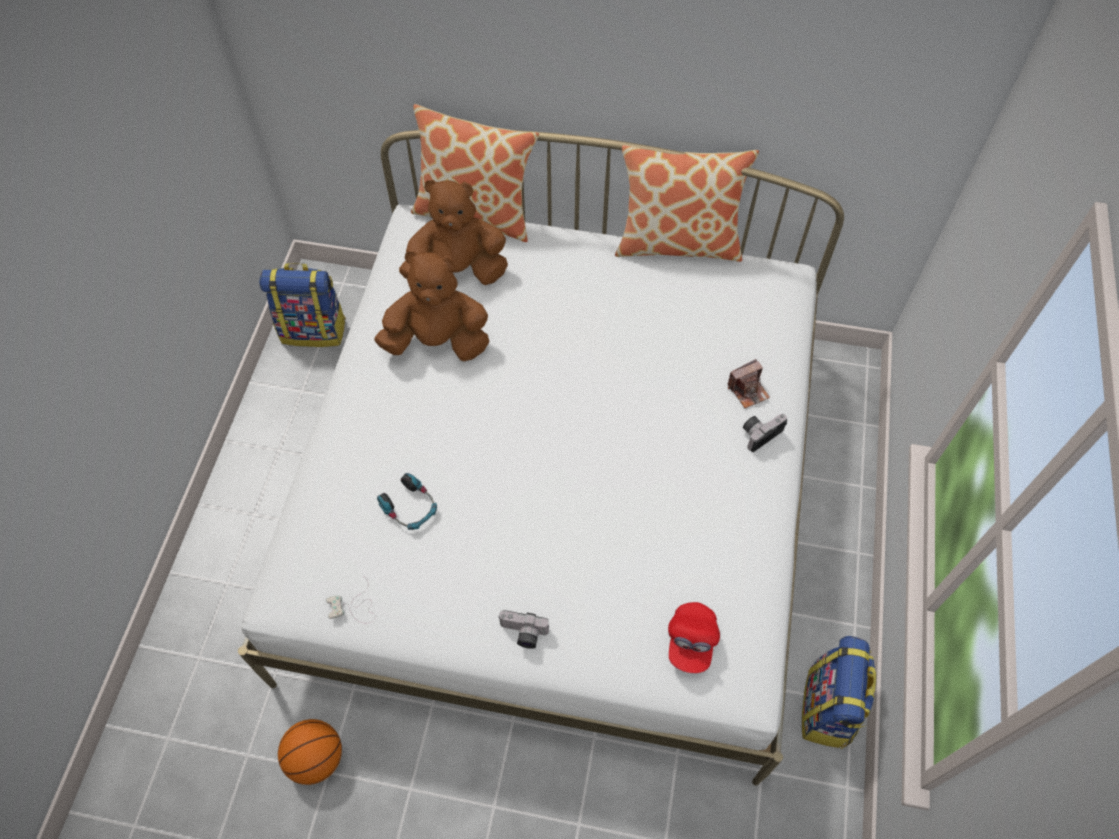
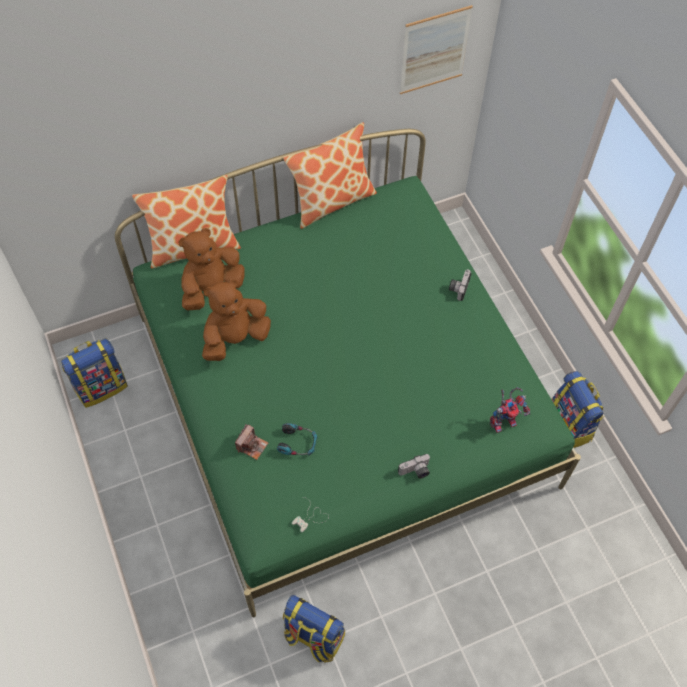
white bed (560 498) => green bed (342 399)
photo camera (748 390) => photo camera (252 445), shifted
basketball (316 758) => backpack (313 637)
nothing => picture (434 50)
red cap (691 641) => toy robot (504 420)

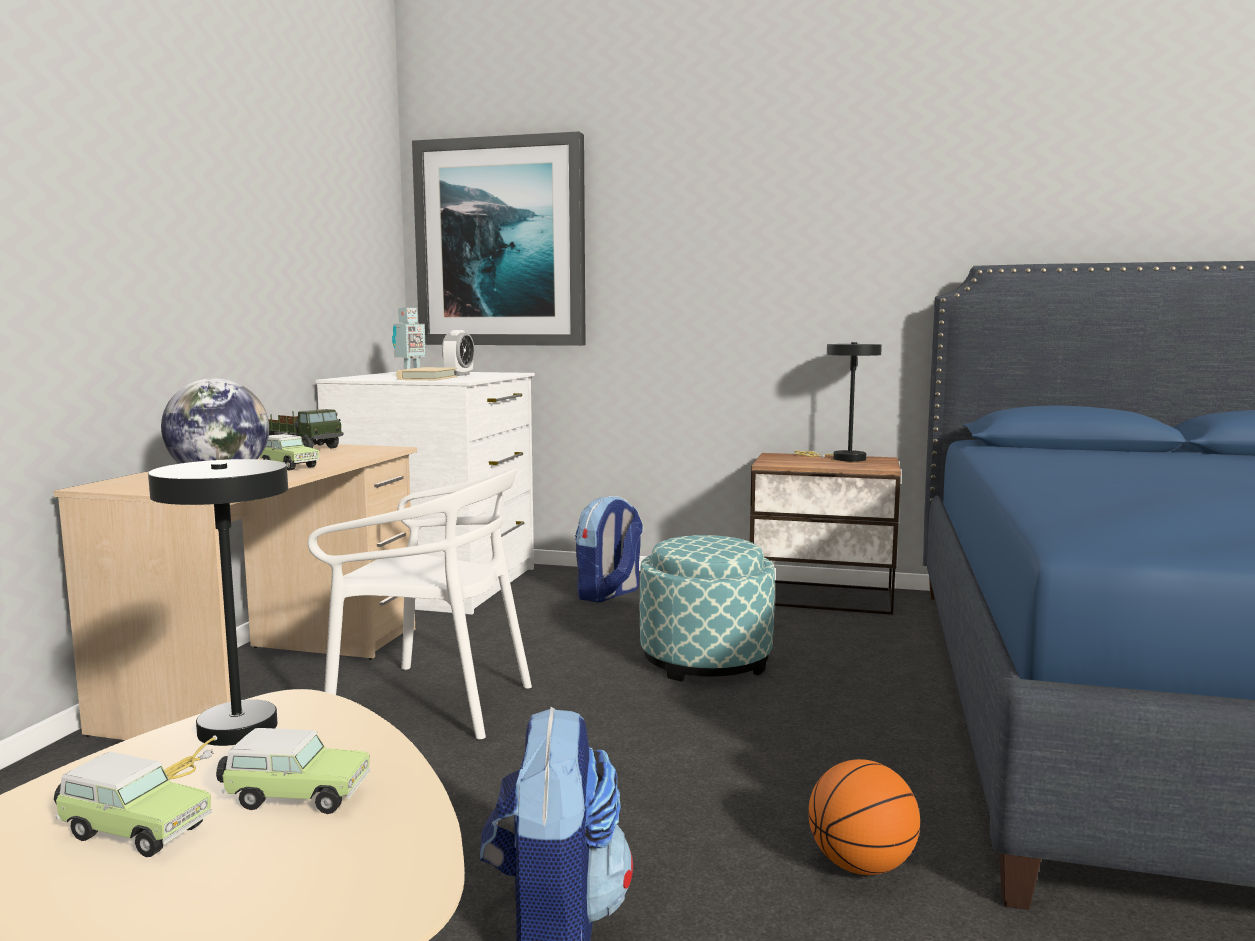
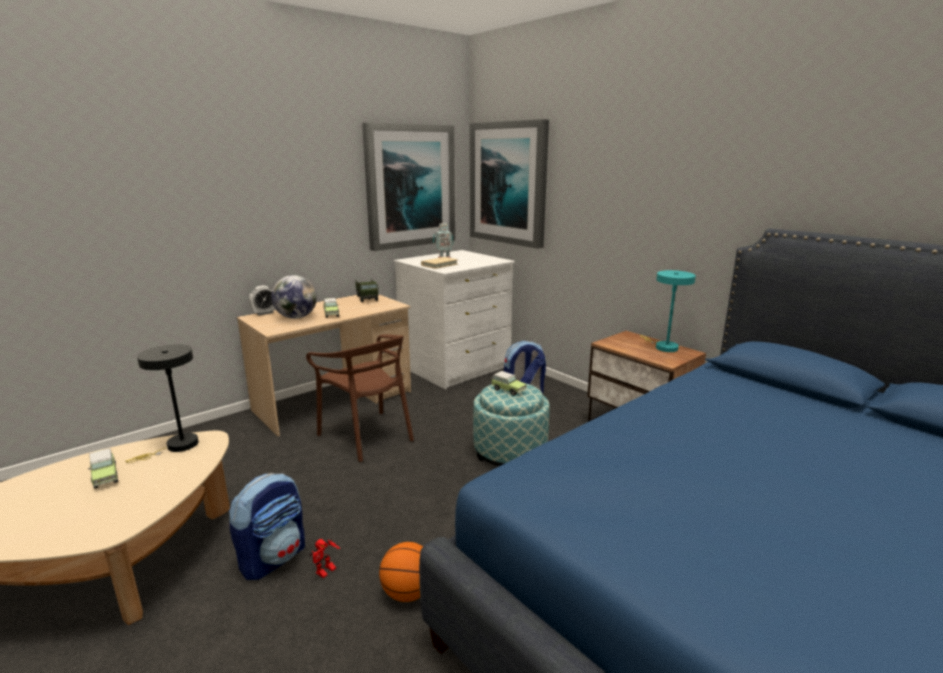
alarm clock (459 375) => alarm clock (265 313), shifted
white chair (432 703) => brown chair (367 436)
nothing => toy robot (326 572)
nothing => picture (410 186)
toy car (294 797) => toy car (507 390), shifted
black table lamp (842 458) => turquoise table lamp (663 347)

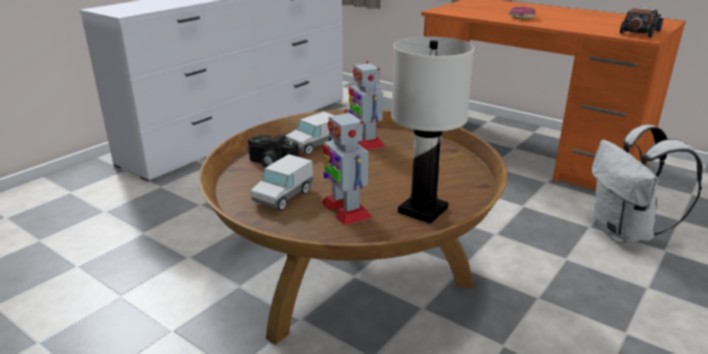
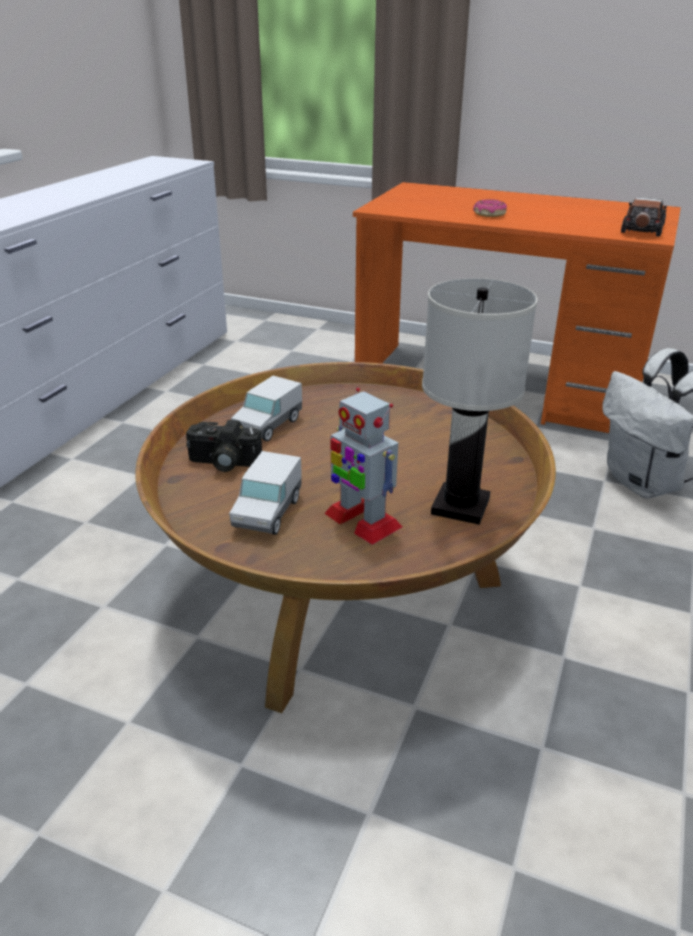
toy robot (365 141) => nothing

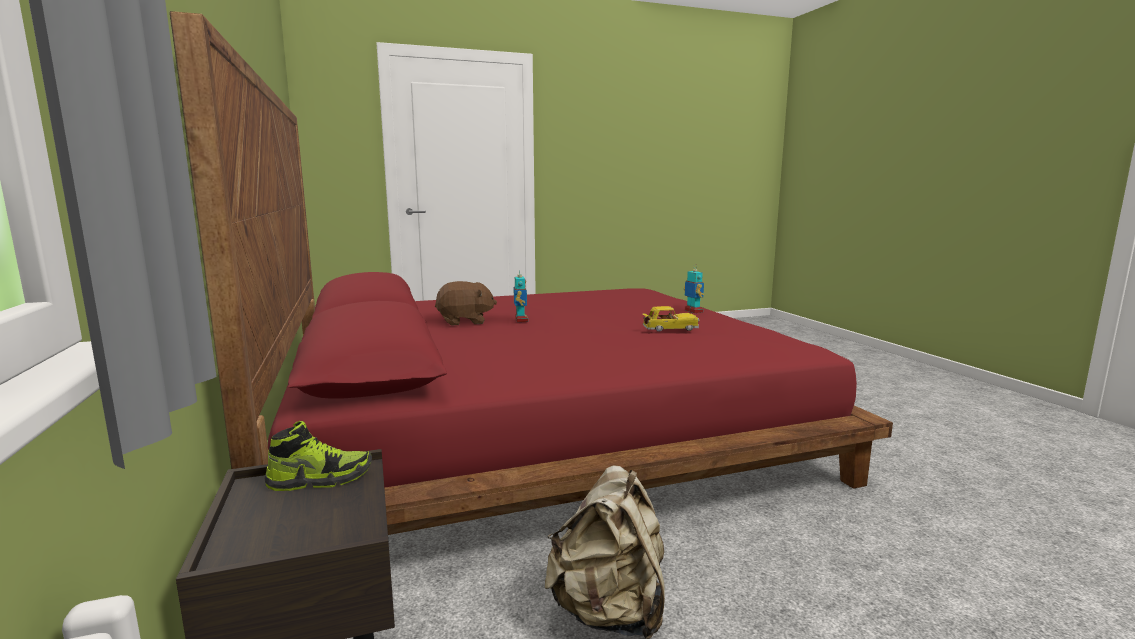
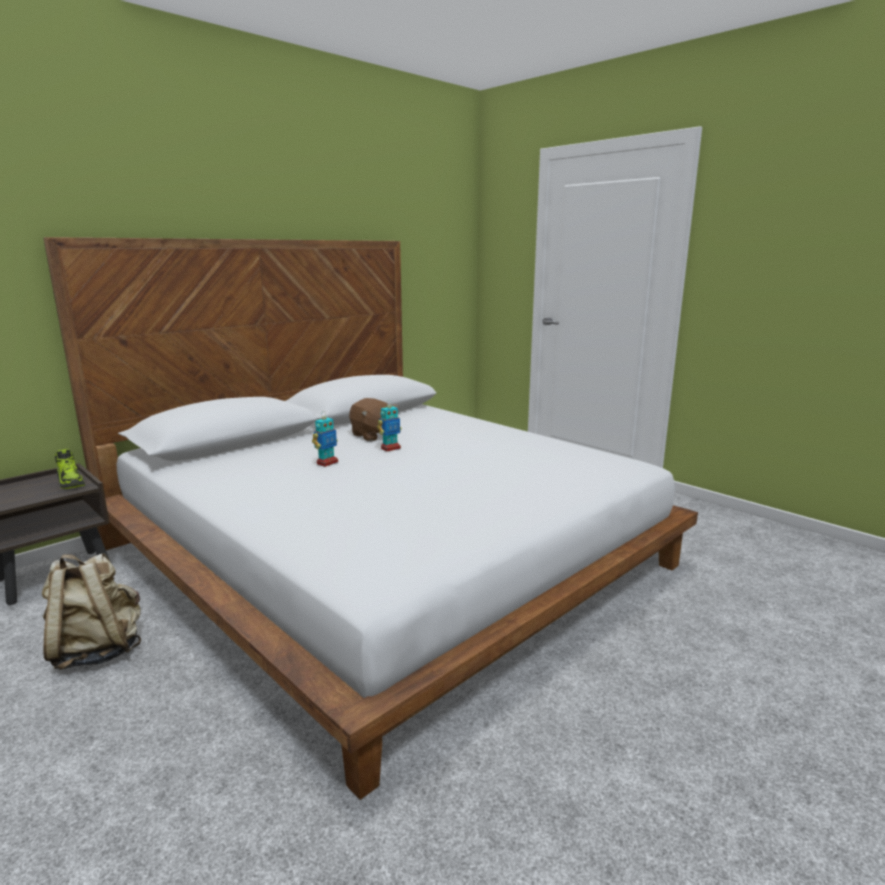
red bed (539 429) => white bed (386 555)
toy robot (693 311) => toy robot (327 463), shifted
toy car (669 329) => nothing

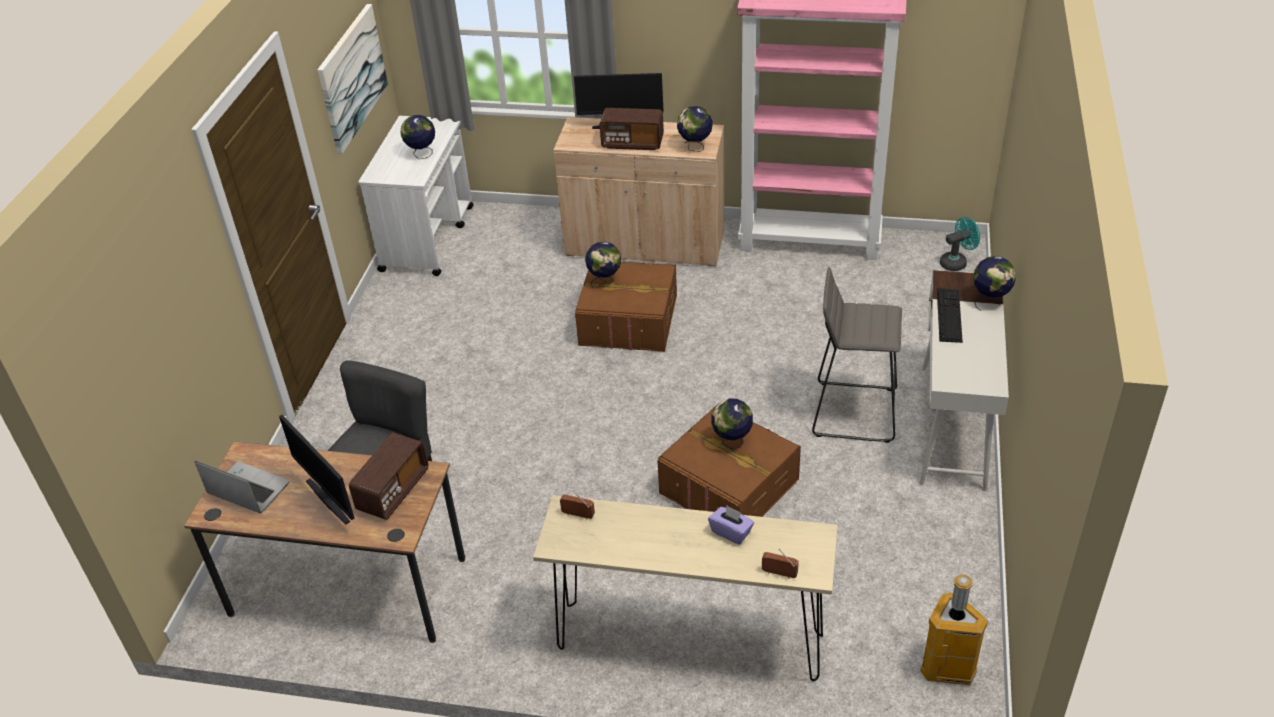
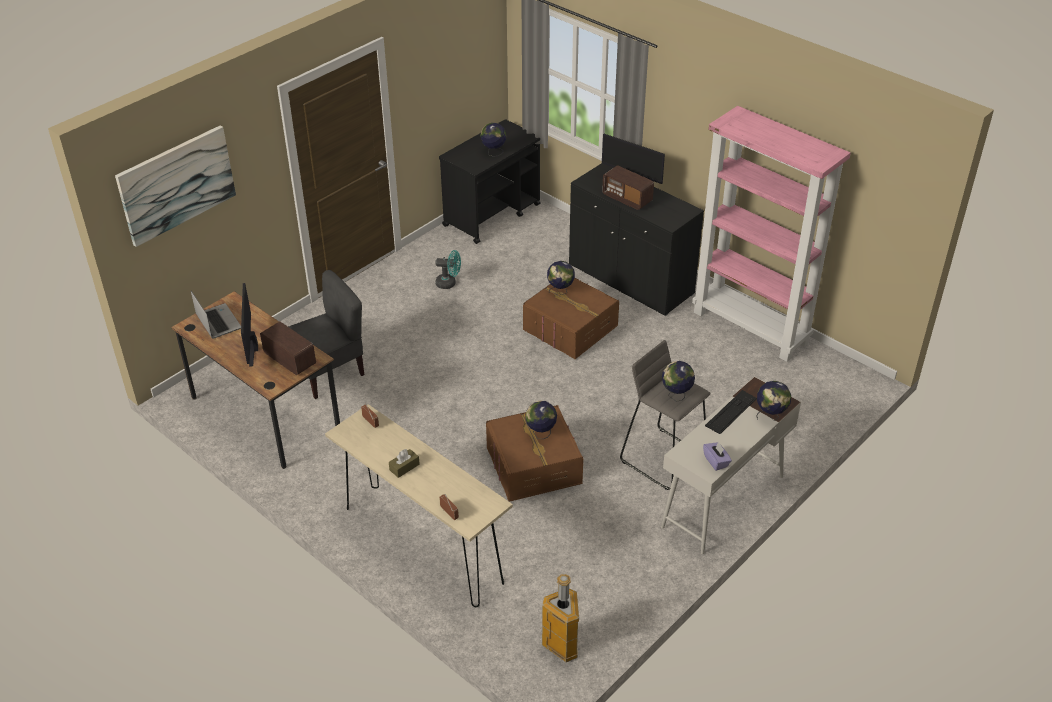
picture (352 77) => picture (176 184), shifted
radio (393 491) => radio (289 360), 105 degrees counterclockwise
nothing => brown tissue box (404 467)
turquoise fan (956 262) => turquoise fan (449 283), shifted
white cart (428 238) => black cart (492 215)
beige cabinet (645 245) => black cabinet (630 280)
globe (695 148) => globe (676 396), shifted
purple tissue box (731 532) => purple tissue box (716 461), shifted

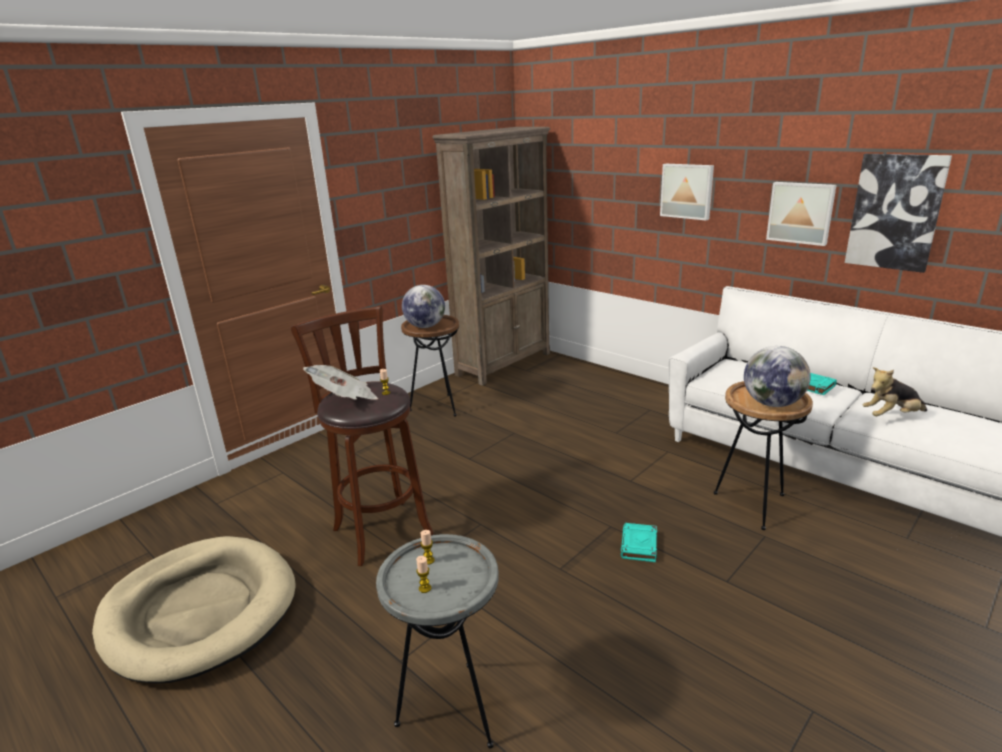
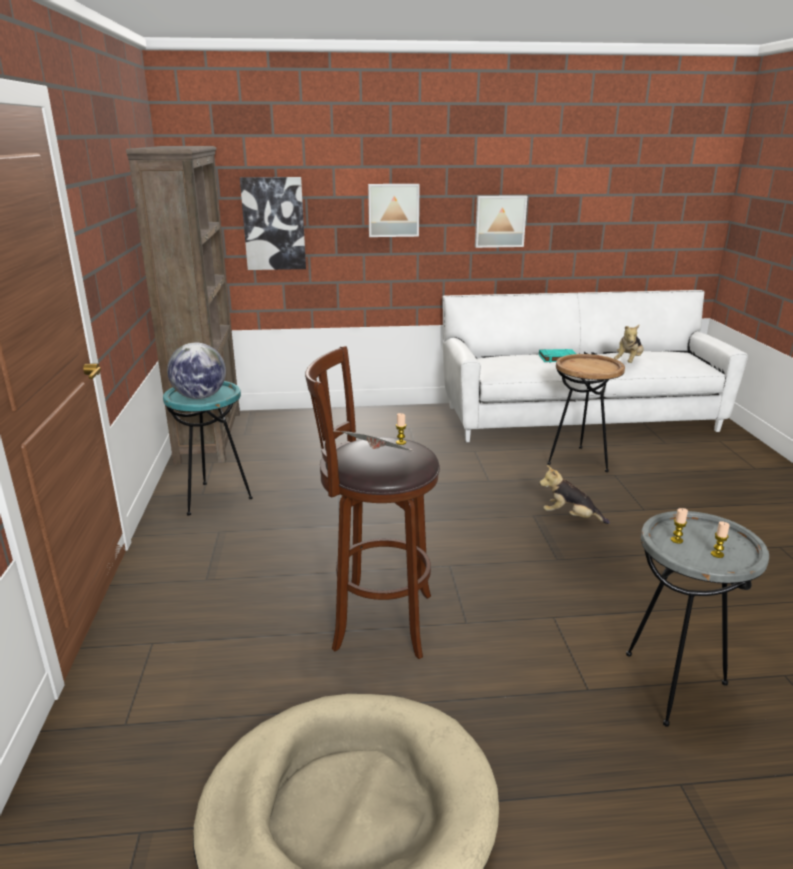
brown side table (437 407) => turquoise side table (215 498)
picture (895 212) => picture (274 224), shifted
turquoise book (639 545) => plush toy (570 517)
globe (772 403) => nothing

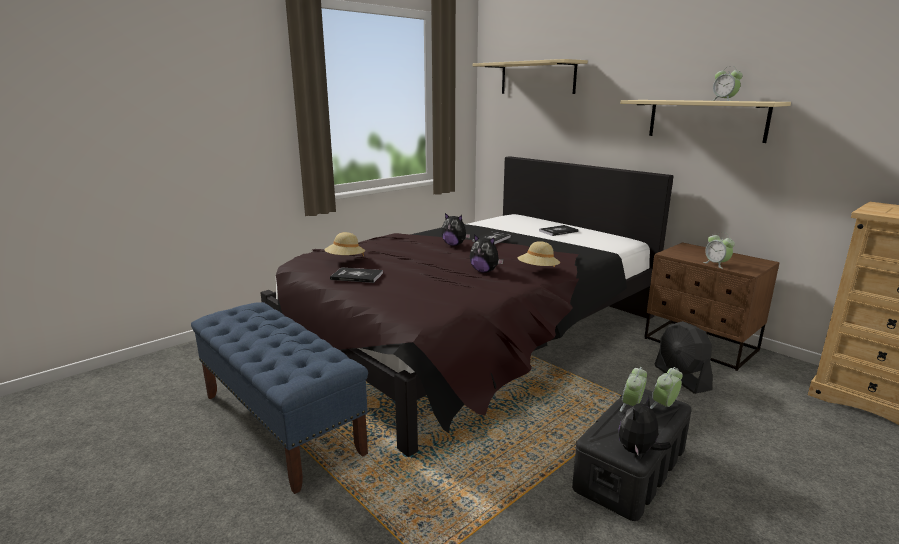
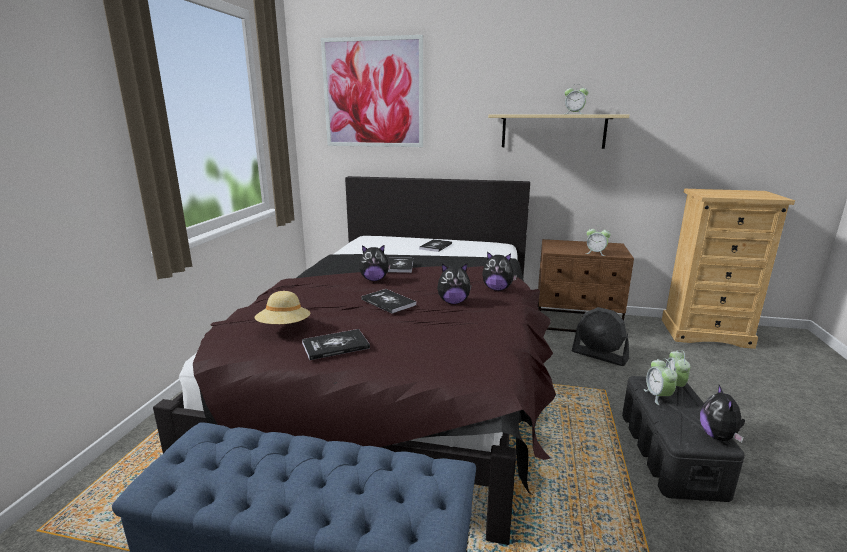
beige shelf (537 78) => picture (373 93)
nothing => book (388 302)
beige hat (538 270) => plush toy (497 289)

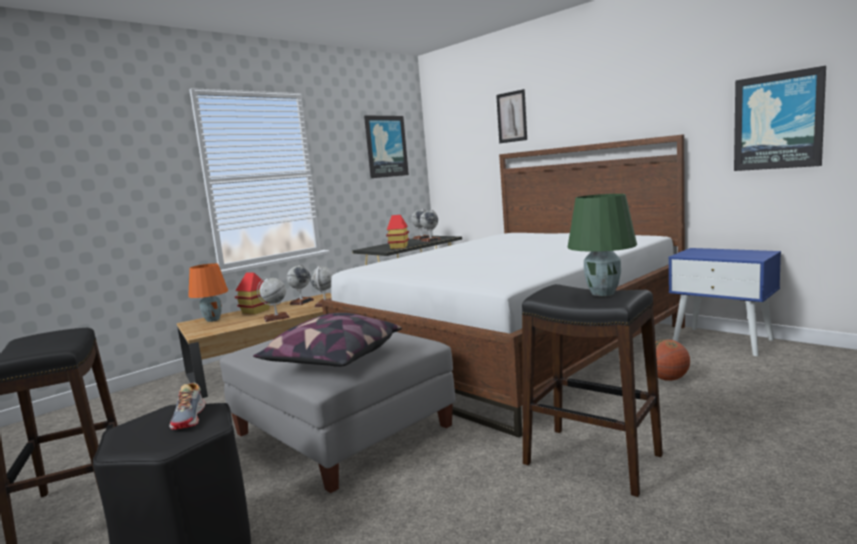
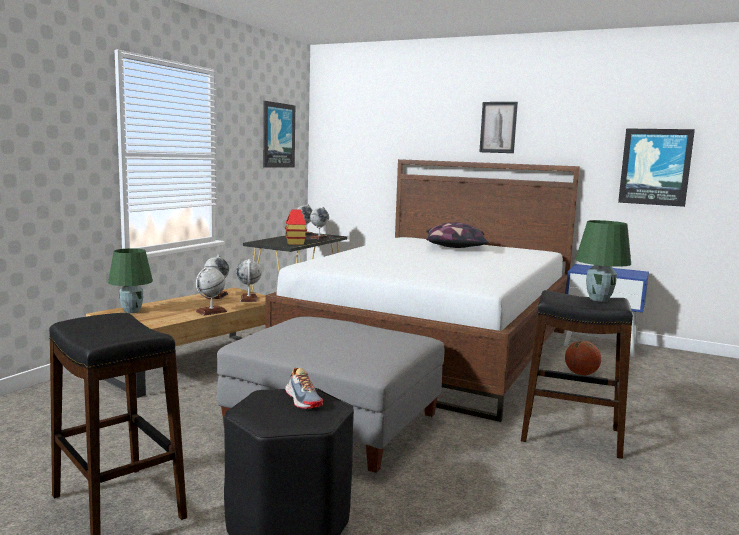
orange table lamp (213 320) => green table lamp (131 311)
pillow (332 361) => pillow (455 248), shifted
picture (512 117) => picture (498 127), shifted
toy house (255 311) => nothing

